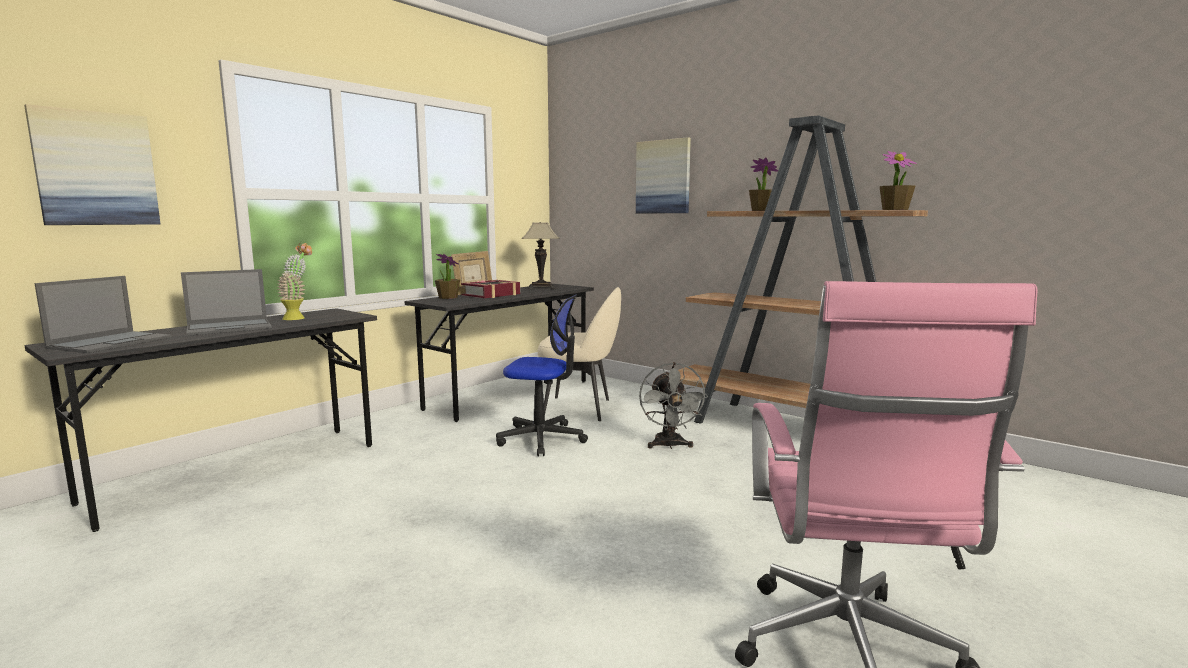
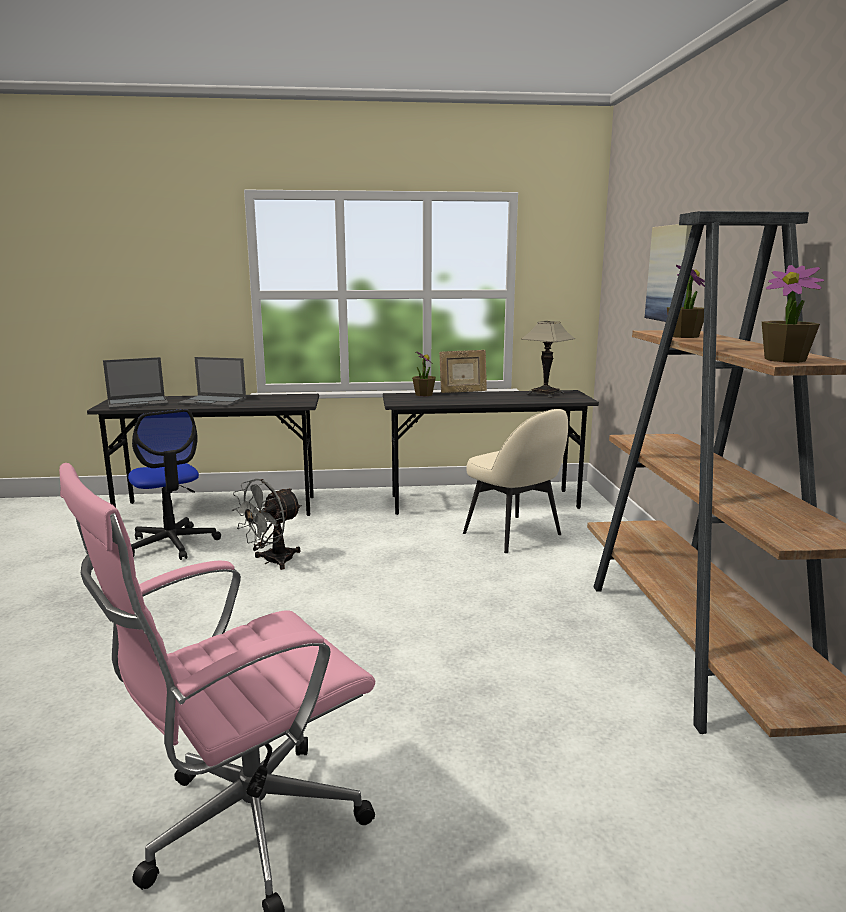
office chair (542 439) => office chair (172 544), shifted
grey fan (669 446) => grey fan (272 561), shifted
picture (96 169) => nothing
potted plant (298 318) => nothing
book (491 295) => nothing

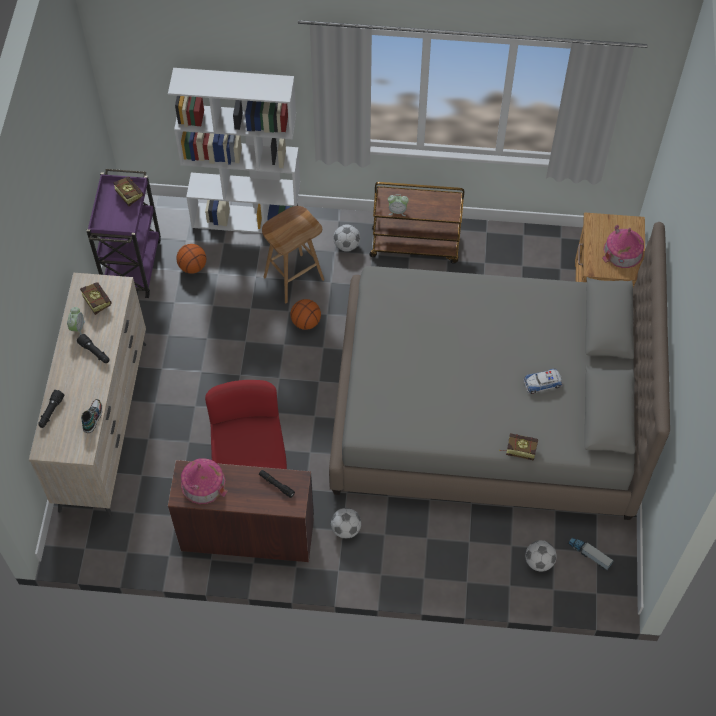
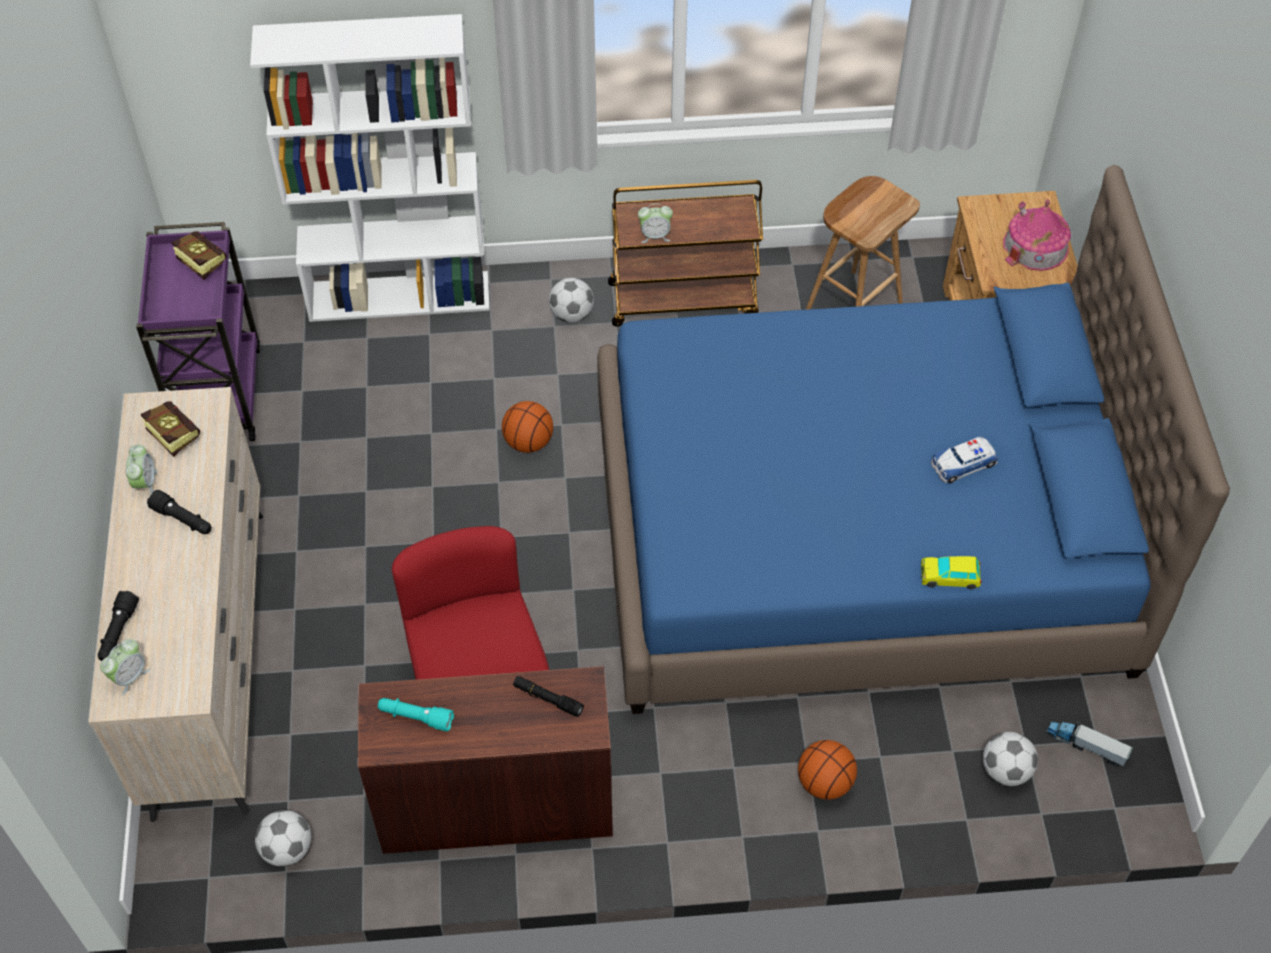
nothing => alarm clock (129 676)
football (346 529) => football (287 849), shifted
toy house (203 483) => turquoise flashlight (415 717)
grey bed (486 410) => blue bed (858 537)
basketball (192 267) => basketball (824 782), shifted
brown stool (294 277) => brown stool (853 306), shifted
book (517 449) => toy car (949 577)
shoe (92 418) => nothing

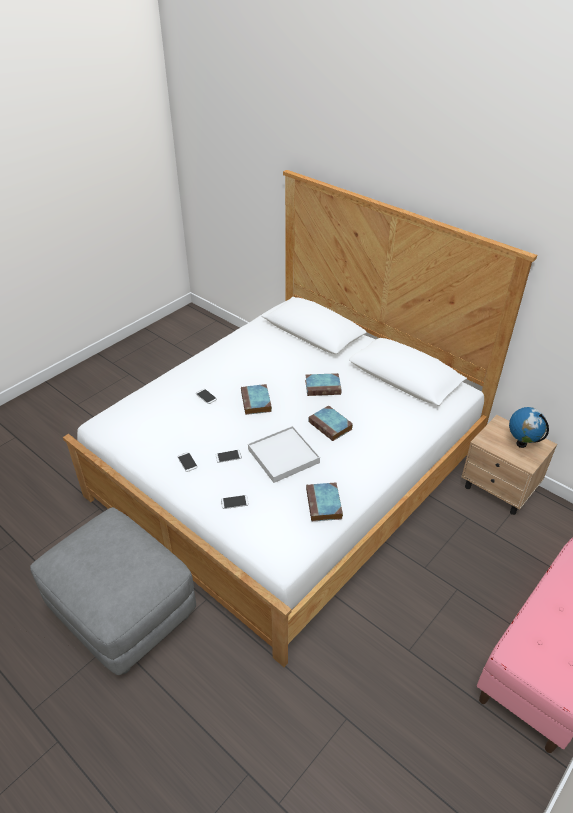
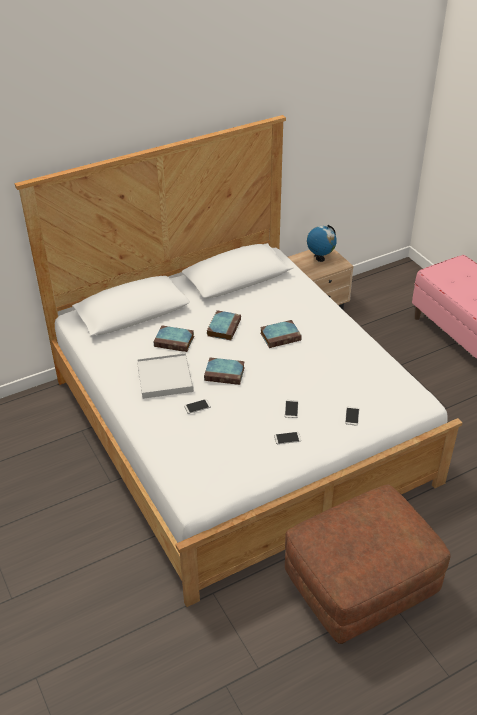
white tray (283 456) => white tray (164 378), shifted
book (324 505) => book (175 341), shifted
grey ottoman (124 613) => brown ottoman (360 588)

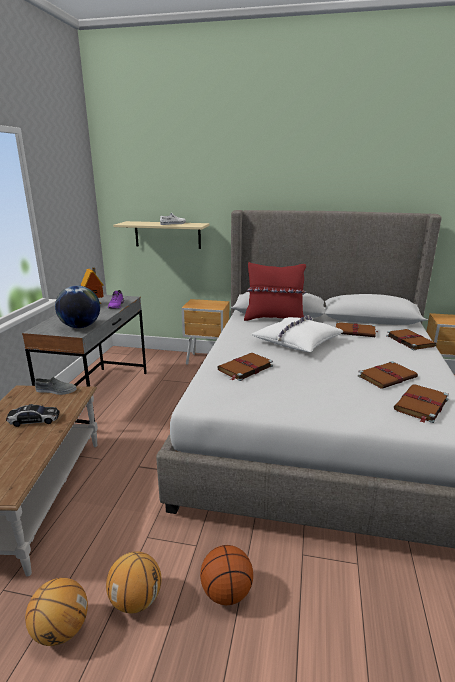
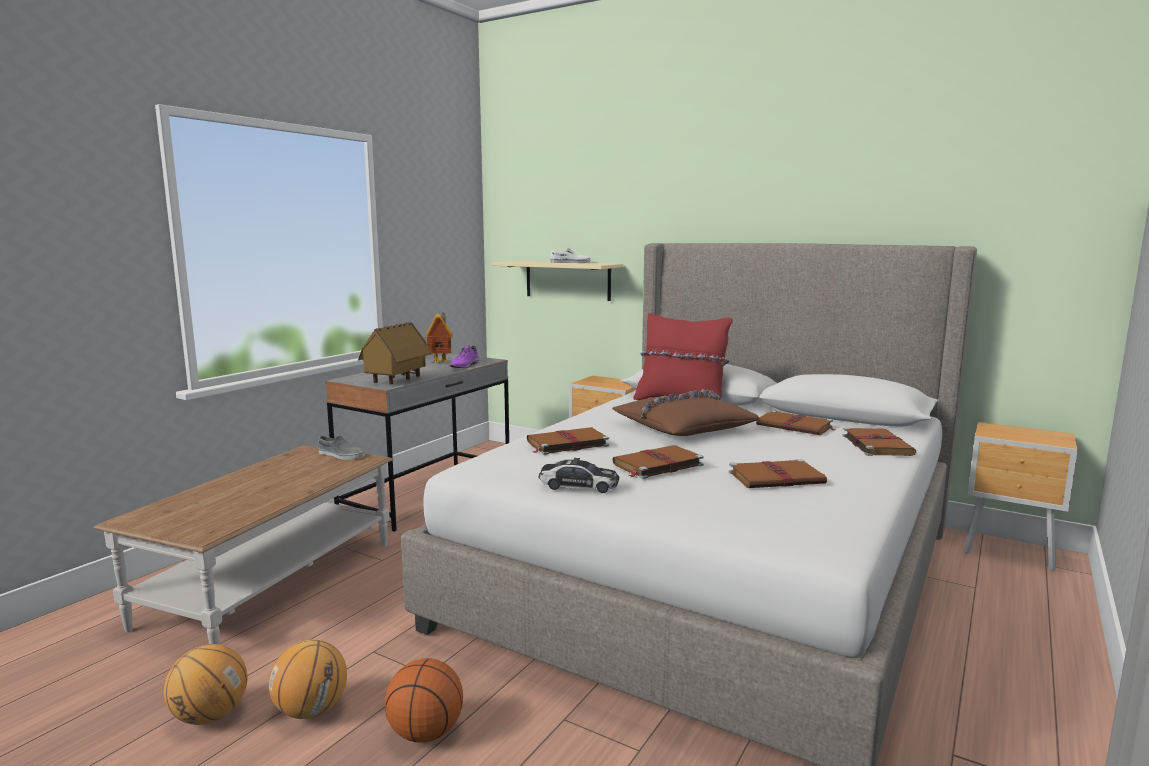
globe (80 326) => toy house (396 380)
toy car (34 420) => toy car (578 486), shifted
white pillow (296 341) => brown pillow (683 427)
brown book (421 405) => brown book (656 465), shifted

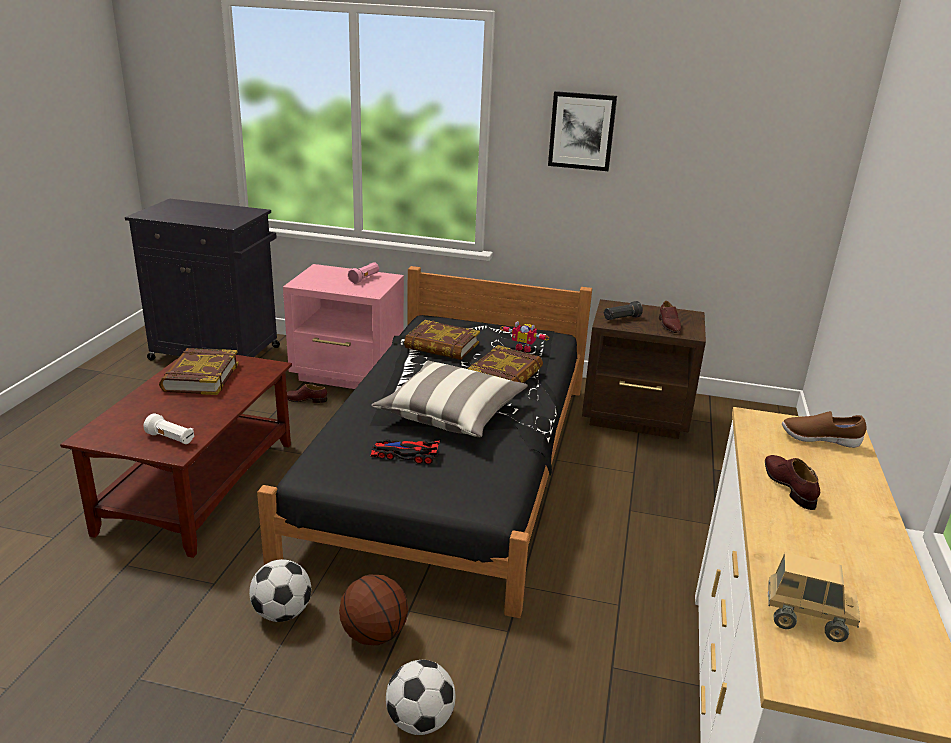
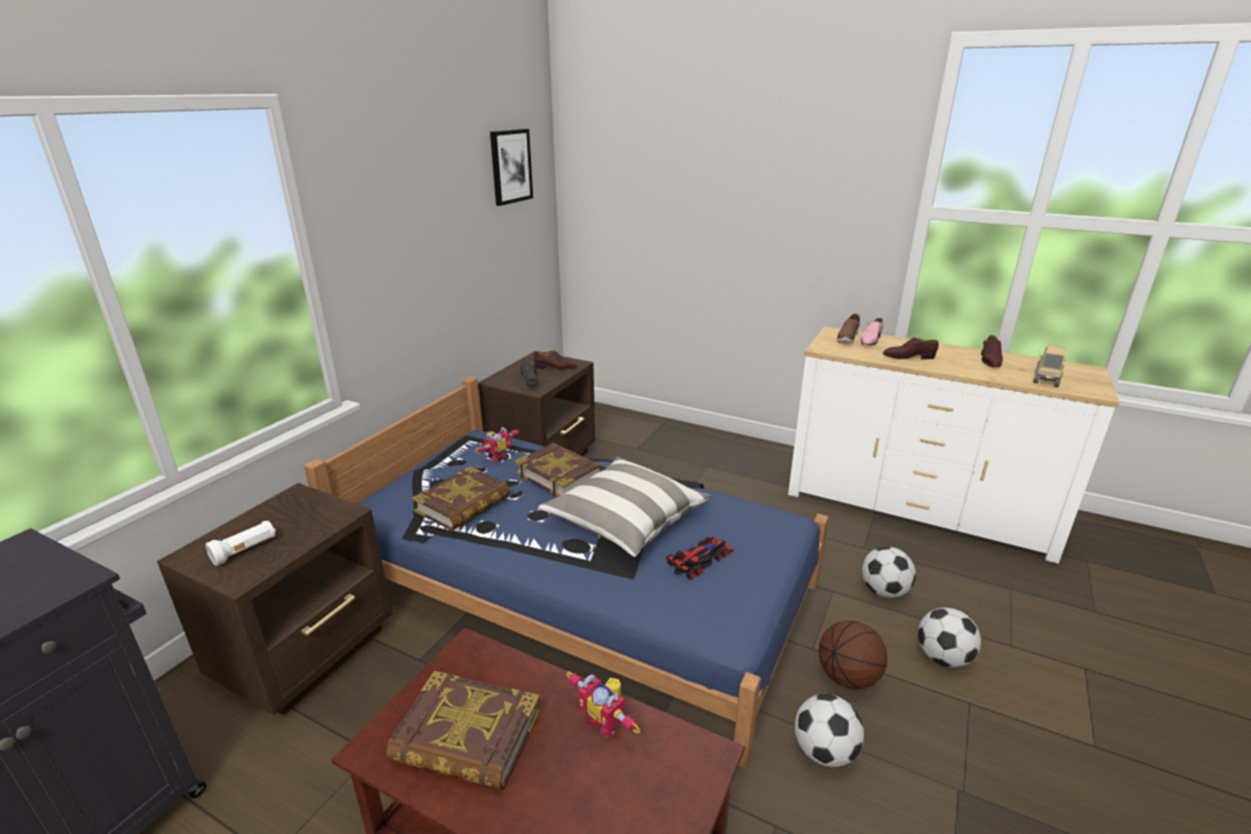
pink nightstand (348 374) => brown nightstand (308 653)
white flashlight (171 439) => white flashlight (245 550), shifted
black bed (451 462) => blue bed (577 586)
picture (582 131) => picture (510 166), shifted
nothing => toy robot (606 722)
toy car (405 454) => toy car (700 559), 150 degrees counterclockwise
nothing => pink shoe (870 340)
nothing => football (884 591)
brown shoe (305 400) => brown shoe (989 360), shifted
pink flashlight (364 279) => nothing

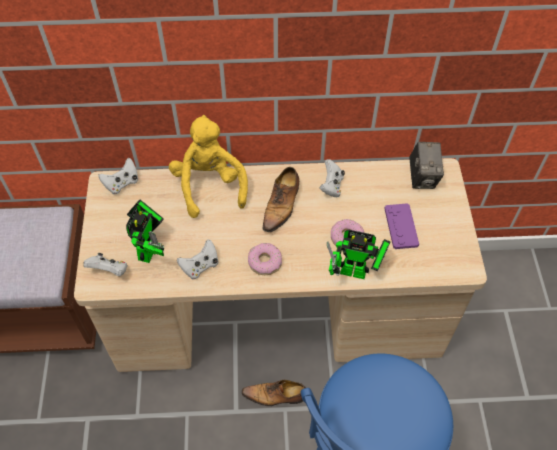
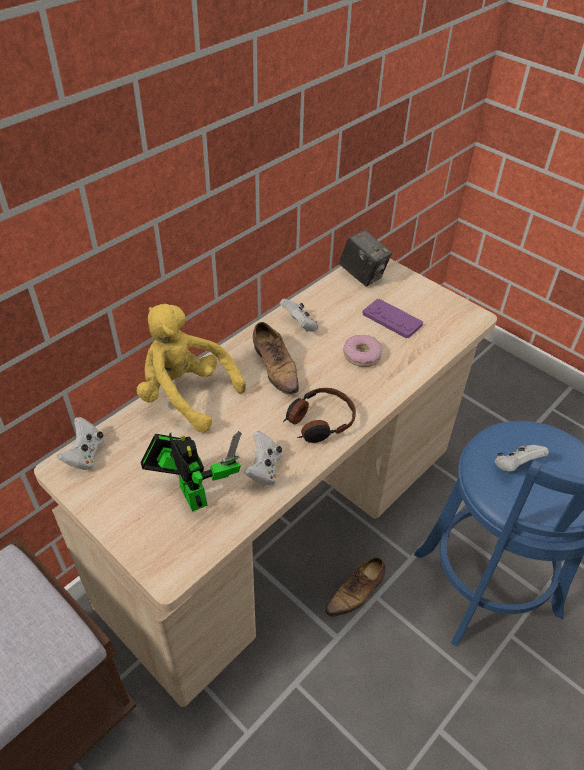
donut (265 262) => headphones (319 422)
white game controller (109 271) => white game controller (515 466), shifted
toy robot (357 272) => nothing

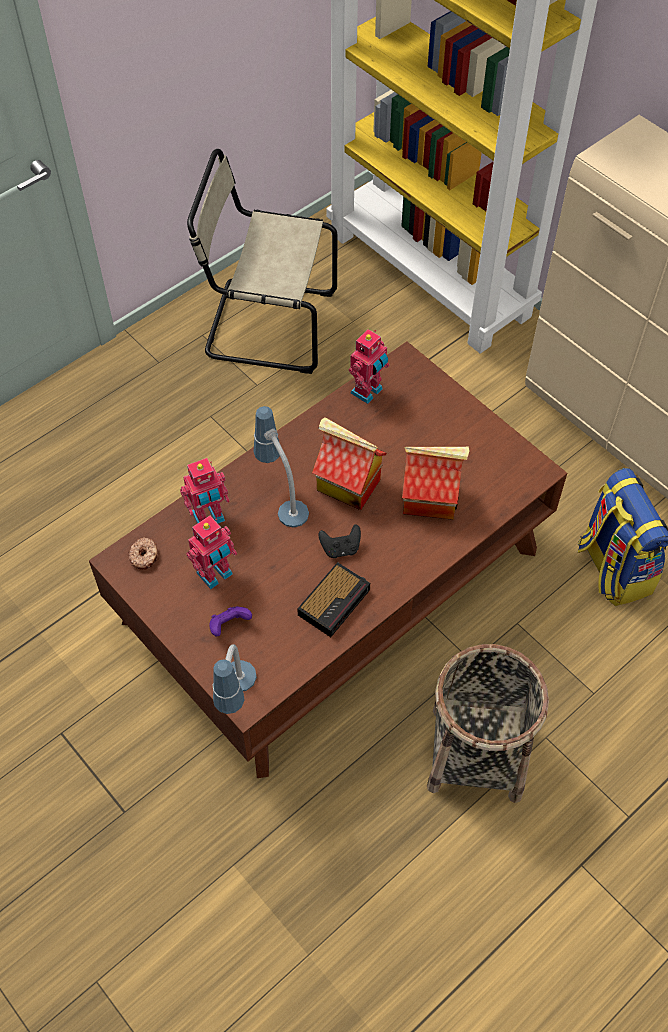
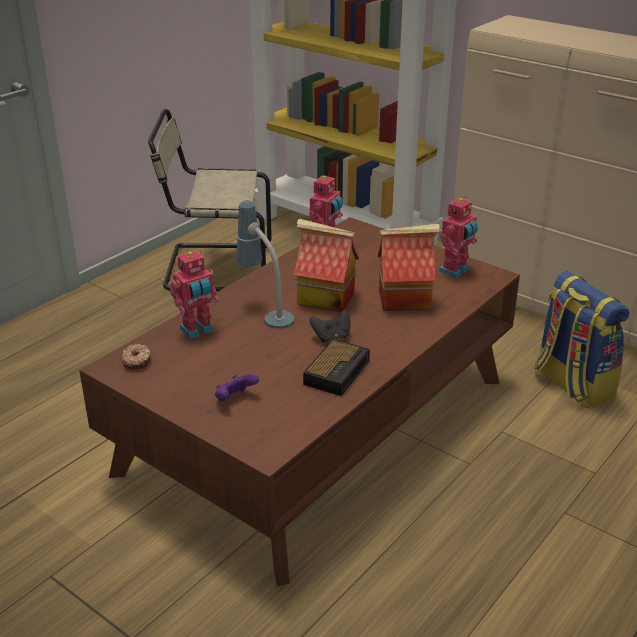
toy robot (216 575) => toy robot (455 271), shifted
table lamp (236 698) => nothing
basket (476 752) => nothing

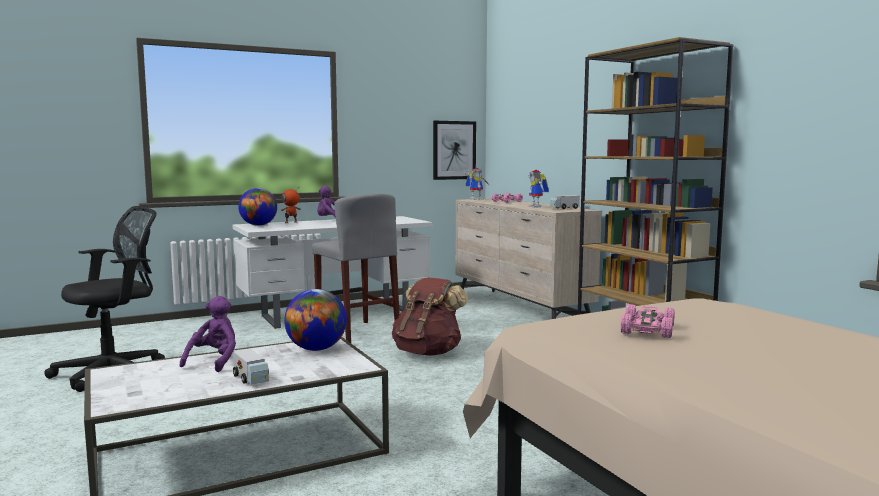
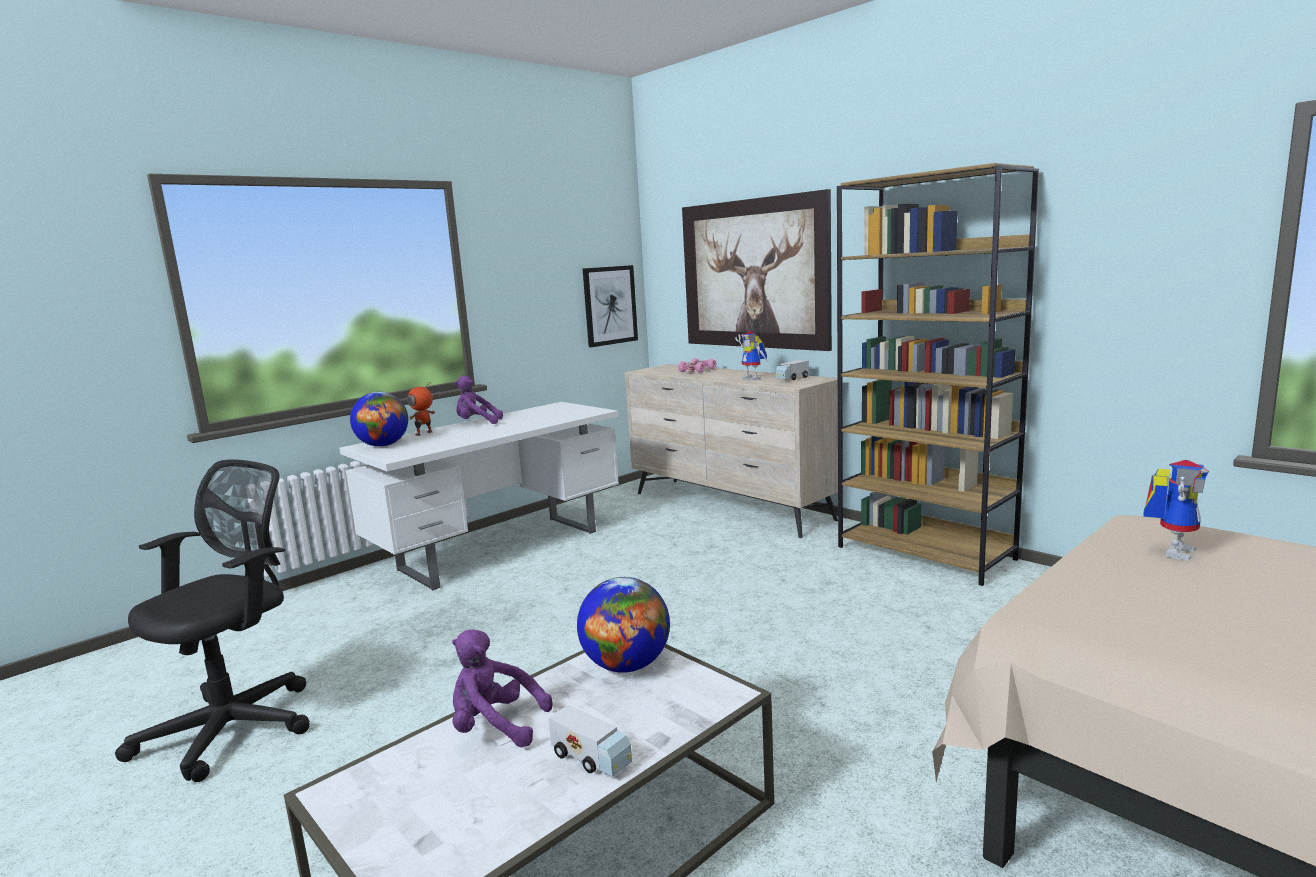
purple plush toy (214 361) => purple plush toy (495 727), 75 degrees counterclockwise
nothing => picture (753 274)
toy robot (476 199) => toy robot (1171 550), shifted
grey stool (357 333) => nothing
brown backpack (428 353) => nothing
pink toy car (647 329) => nothing

